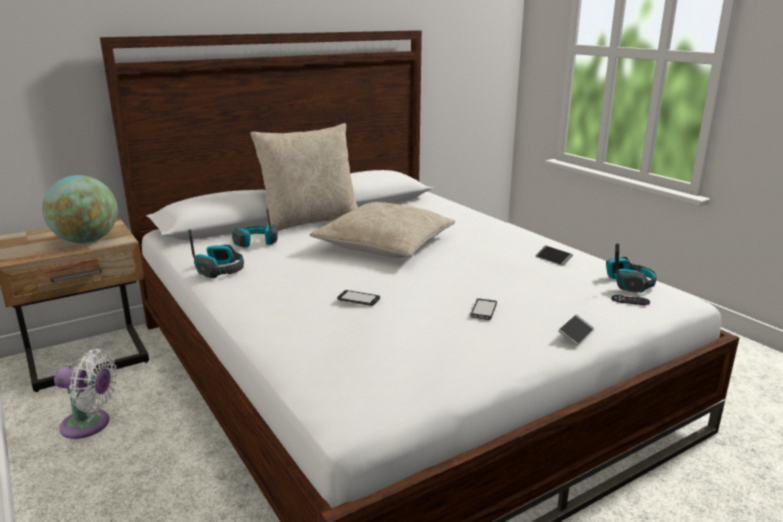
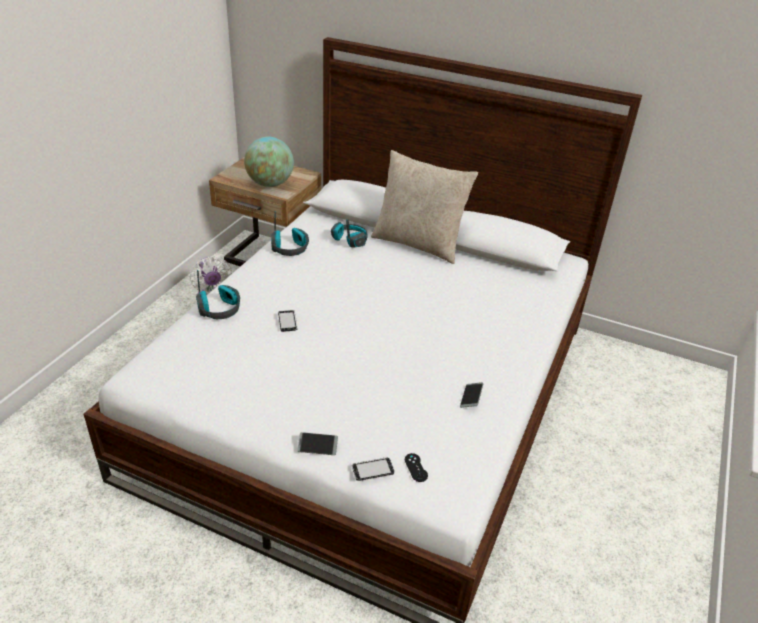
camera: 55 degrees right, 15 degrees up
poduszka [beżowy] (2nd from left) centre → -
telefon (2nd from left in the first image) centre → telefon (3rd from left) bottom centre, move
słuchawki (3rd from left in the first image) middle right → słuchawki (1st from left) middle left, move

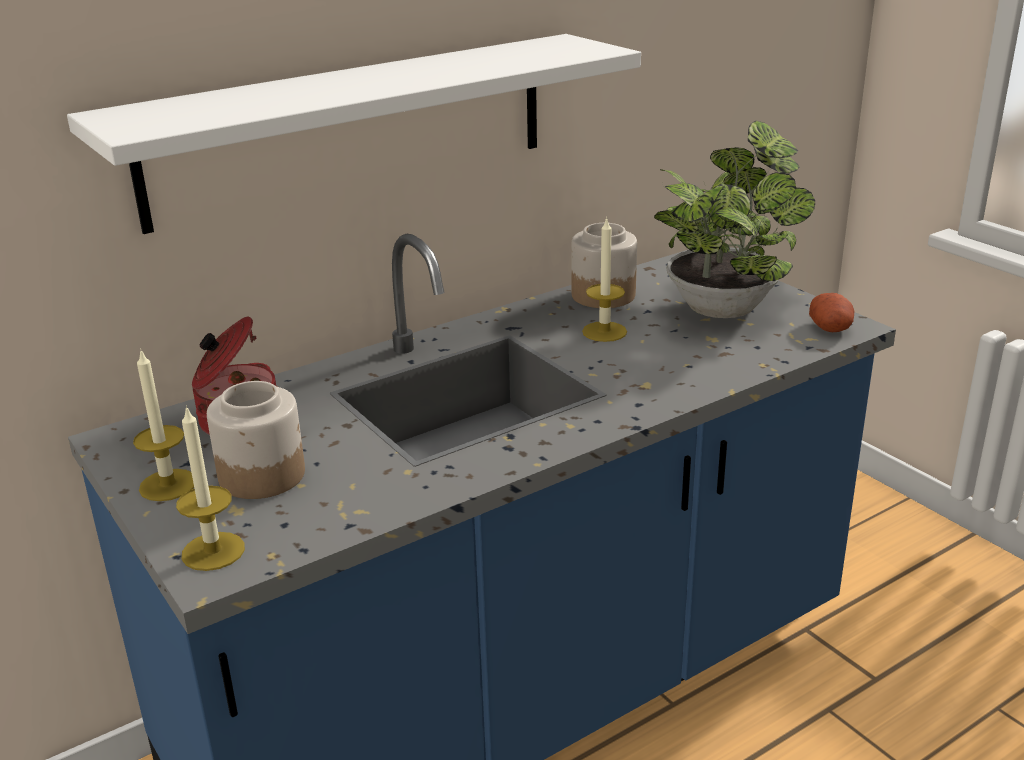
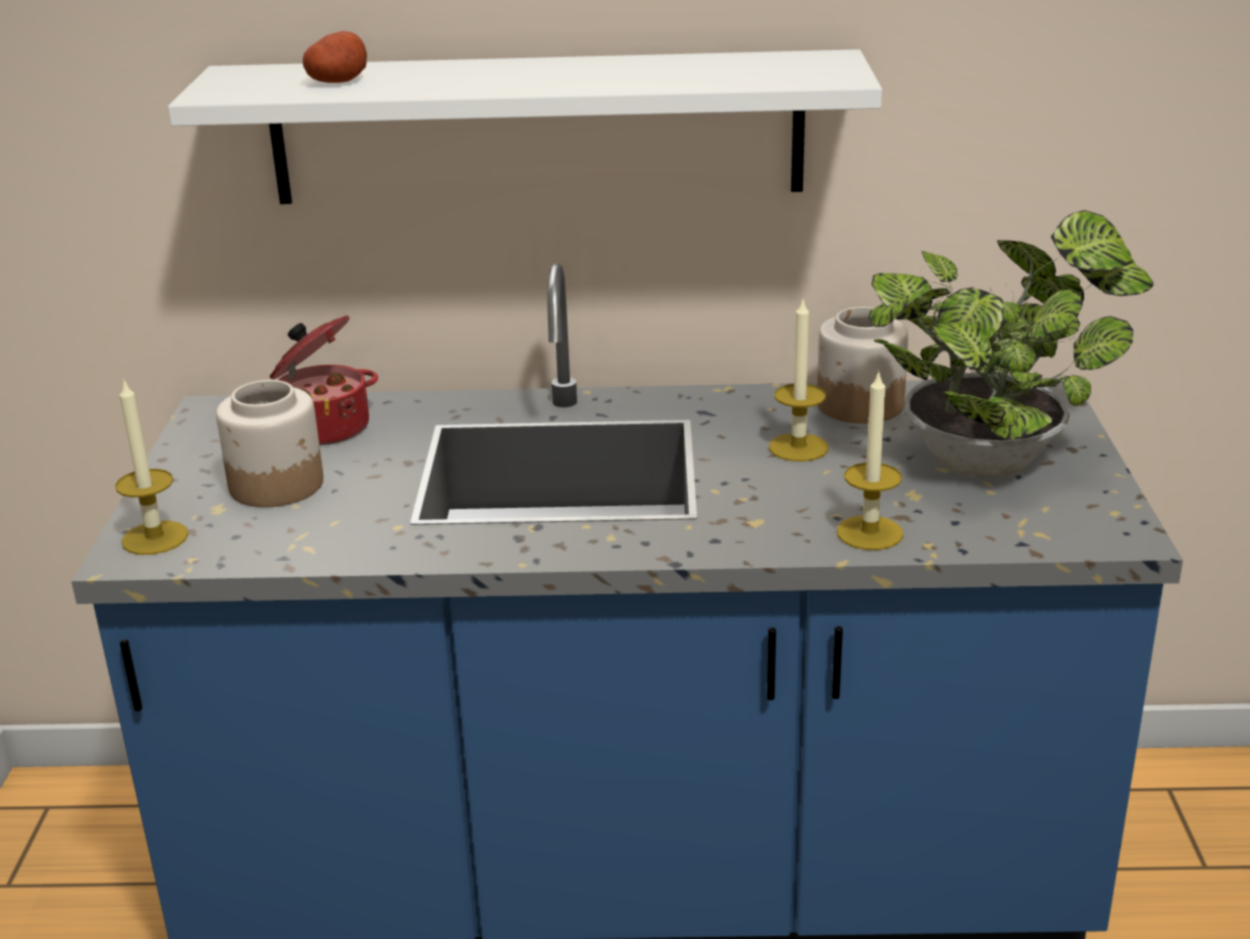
camera: 35 degrees right, 0 degrees up
świeca (1st from left in the first image) middle left → świeca (3rd from left) middle right, move
ziemniak middle right → ziemniak top left, move

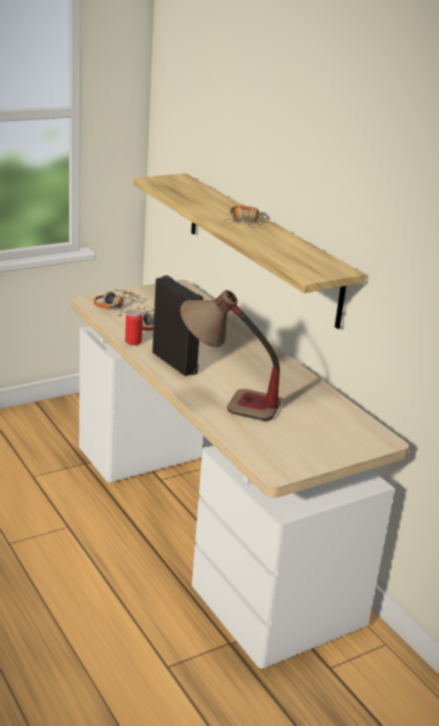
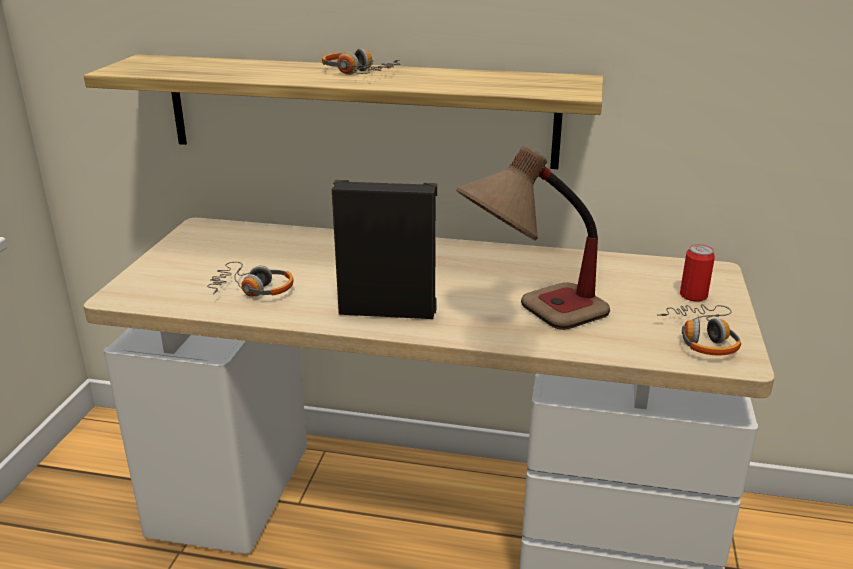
camera: 45 degrees left, 0 degrees up
słuchawki (1st from left in the first image) middle left → słuchawki (3rd from left) middle right, move
puszka middle left → puszka middle right, move

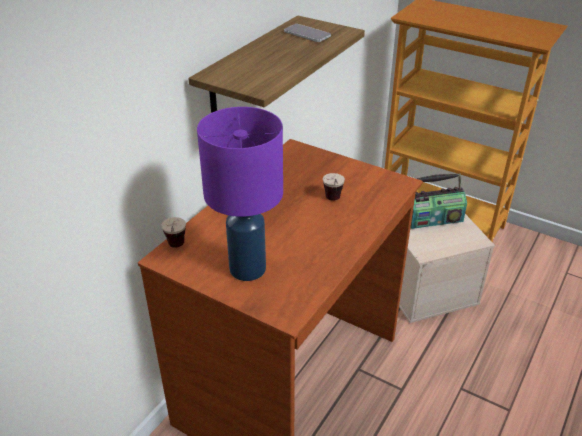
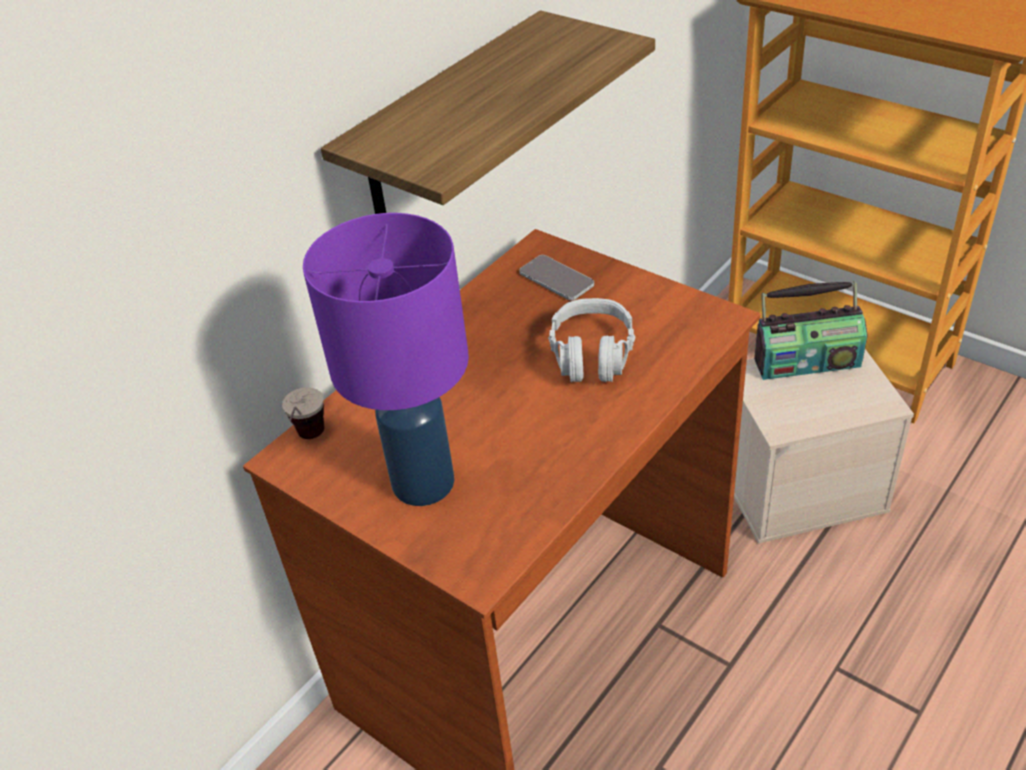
camera: 10 degrees right, 5 degrees up
telefon top centre → telefon centre, move
filiżanka (2nd from left) centre → słuchawki [szary] centre

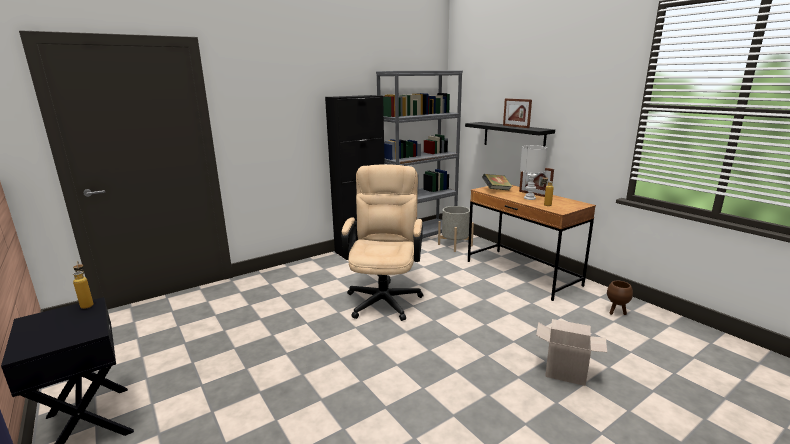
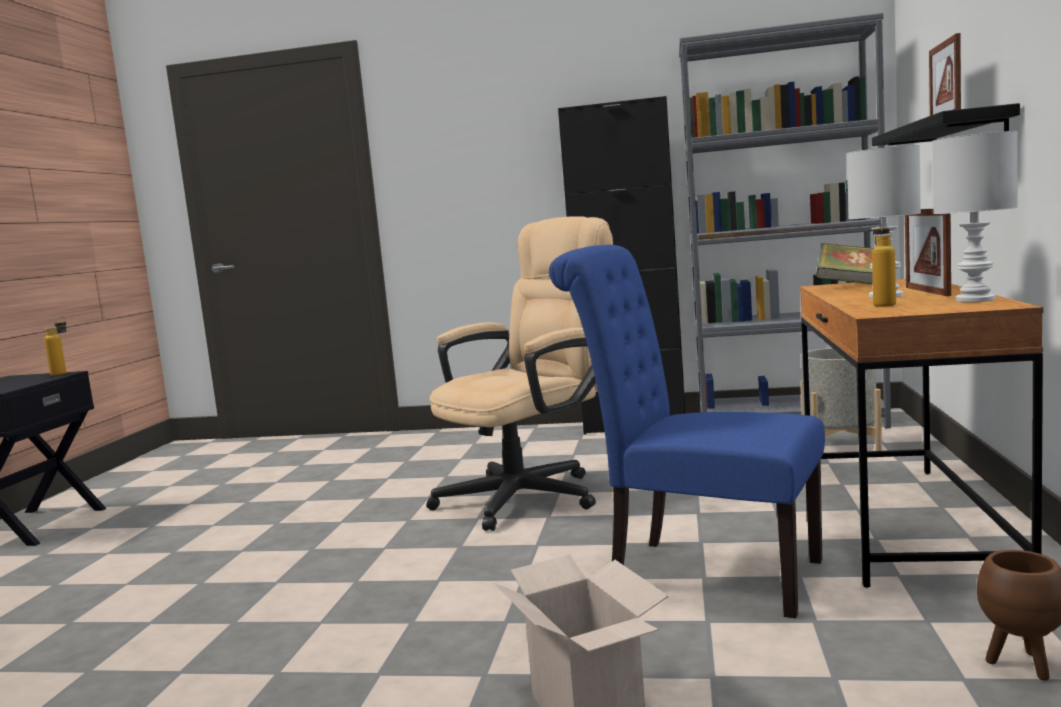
camera: 45 degrees right, 10 degrees down
- → krzesło [niebieski] centre
- → lampa stołowa [biały] (2nd from left) top right

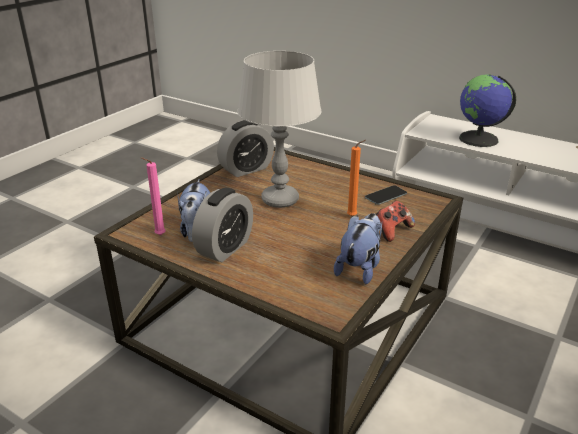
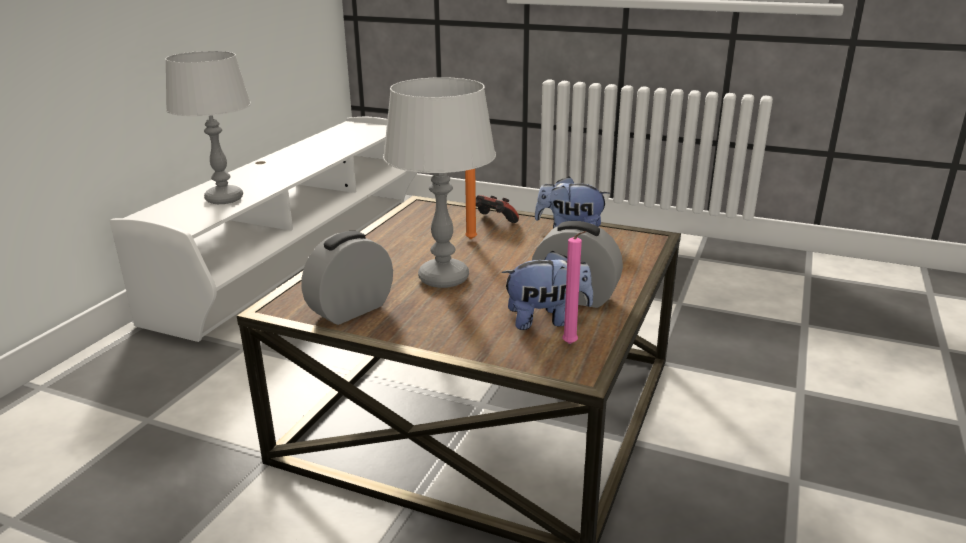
camera: 100 degrees left, 5 degrees down
telefon middle right → -
globus top right → lampa stołowa [szary] (1st from left) top left
budzik (2nd from left in the first image) centre → budzik (1st from left) centre, 90 degrees counterclockwise

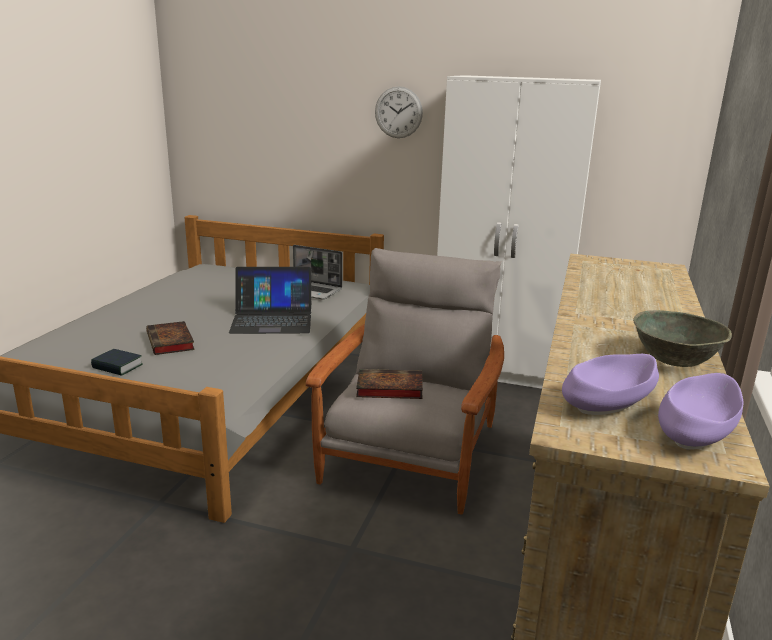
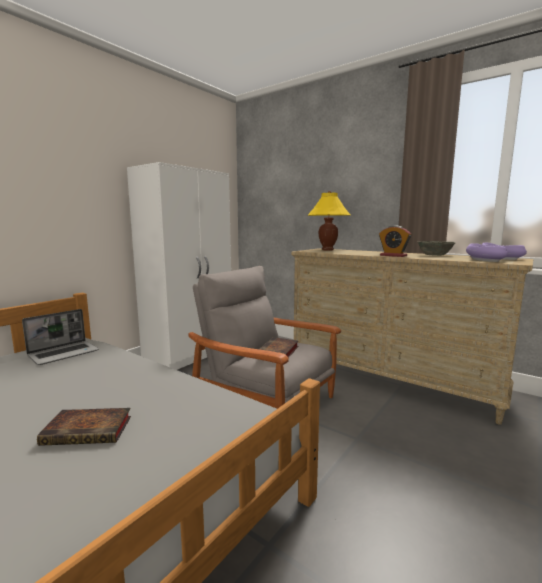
camera: 70 degrees left, 10 degrees down
książka (1st from left) middle left → -
laptop (1st from left) centre → -
zegar ścienny top centre → -
- → lampa stołowa [żółty] centre
- → budzik middle right

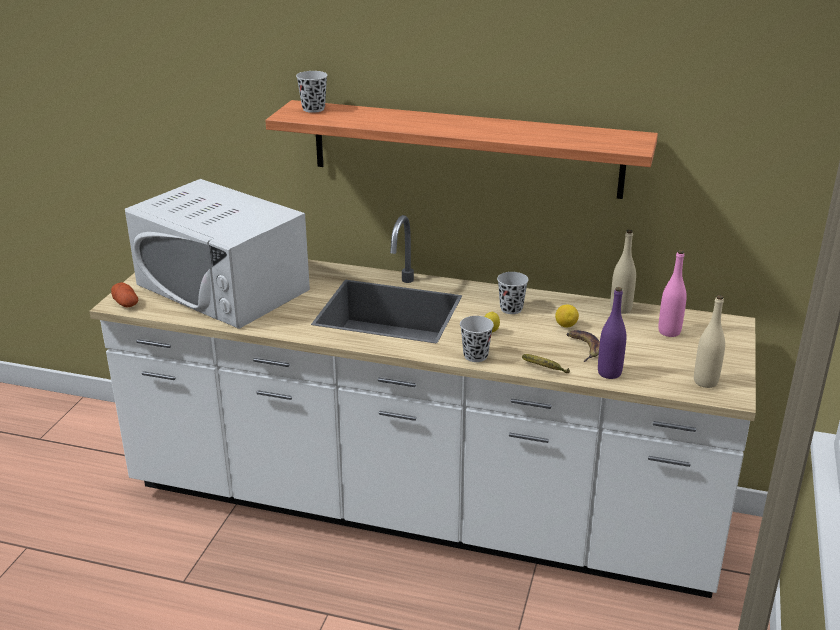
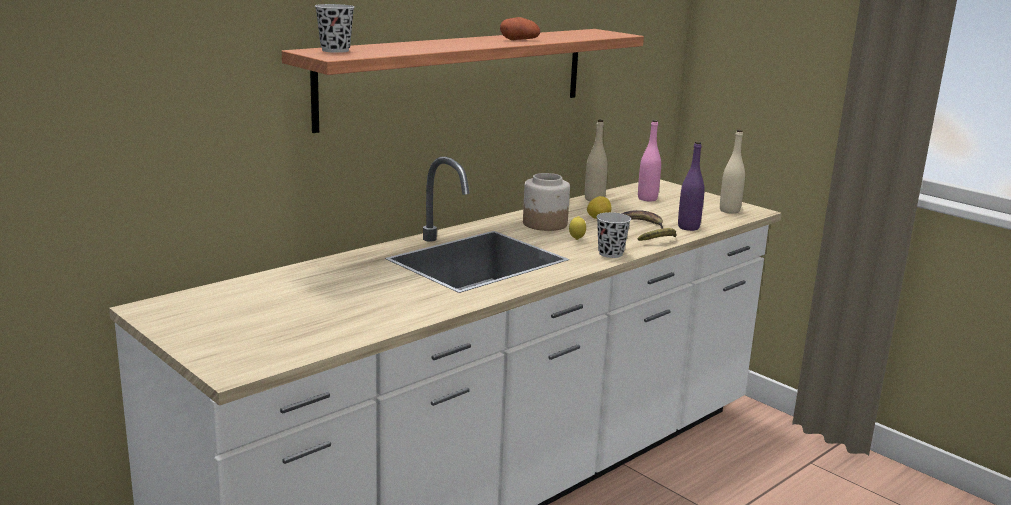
camera: 60 degrees left, 10 degrees down
mikrofalówka [biały] middle left → -
ziemniak middle left → ziemniak top centre, move
filiżanka [czarny] (3rd from left) centre → słoik centre

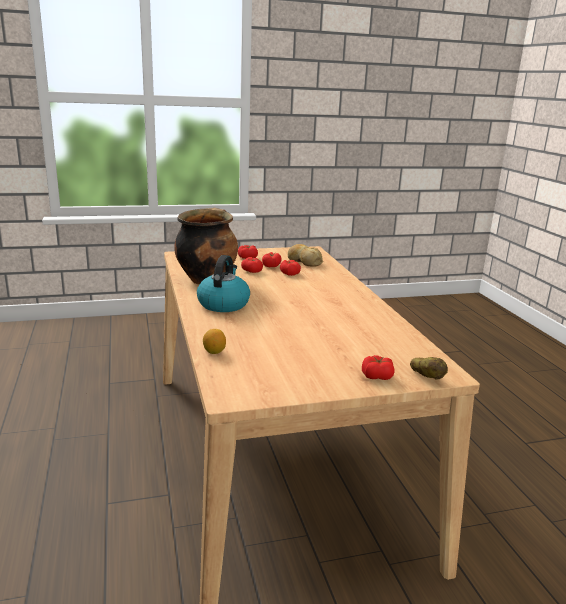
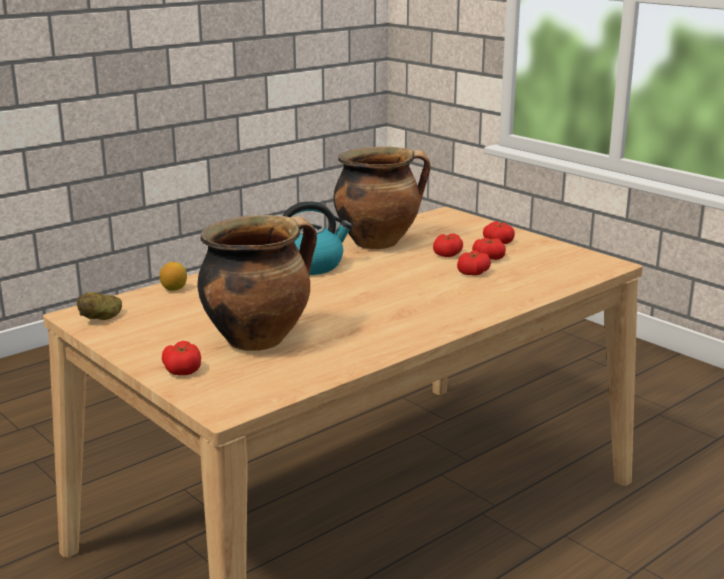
camera: 65 degrees right, 0 degrees up
chleb centre → -
- → garnek (1st from left) centre
ziemniak middle right → ziemniak middle left, move

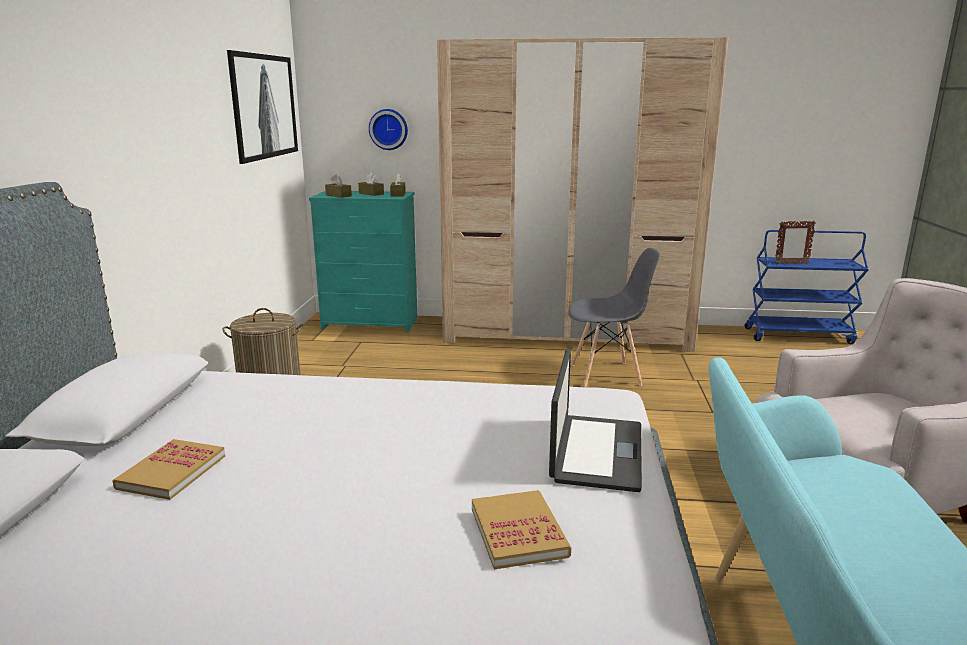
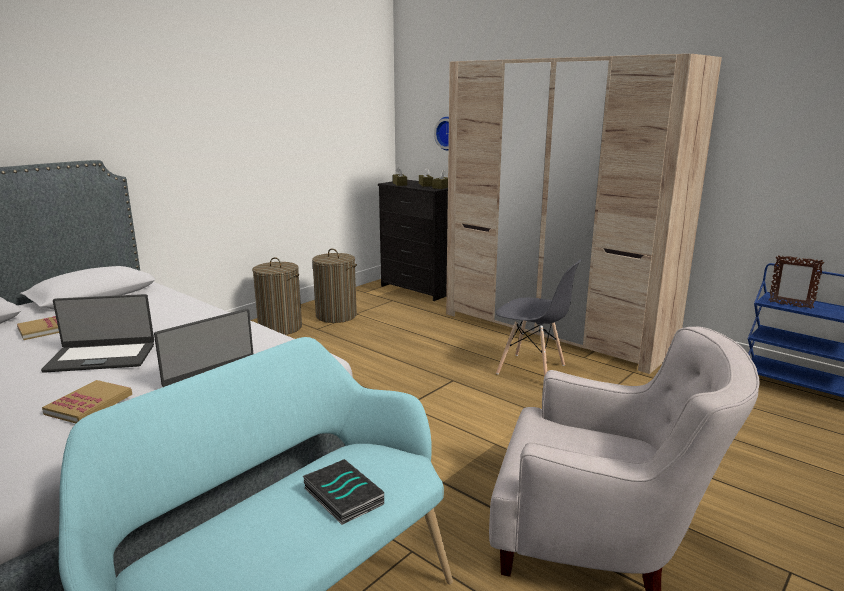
camera: 35 degrees right, 0 degrees up
obraz top left → -
- → laptop (1st from left) middle left
- → książka (3rd from left) bottom centre
- → kosz na pranie (2nd from left) centre
komoda [turkusowy] centre → komoda [czarny] centre

